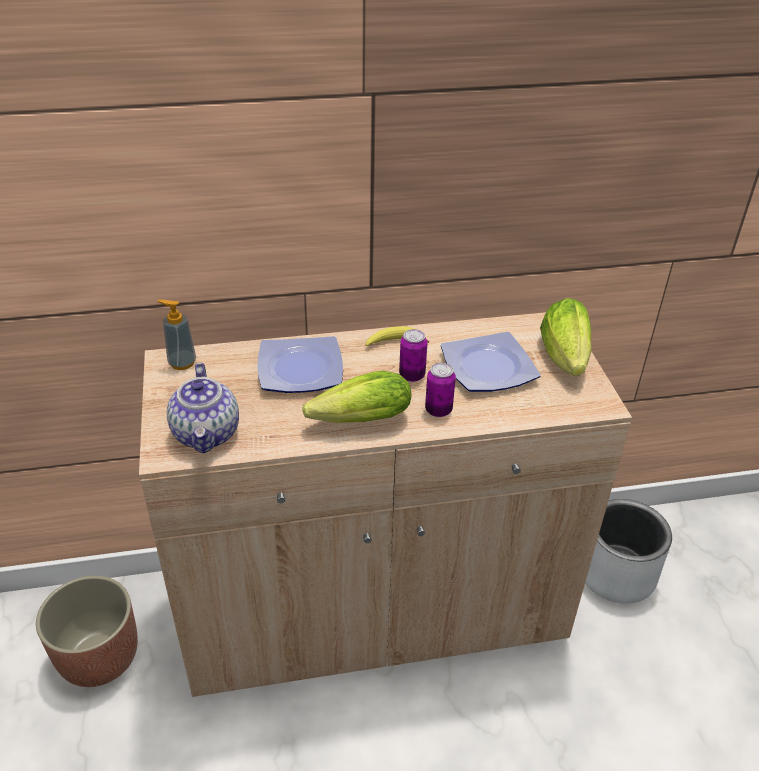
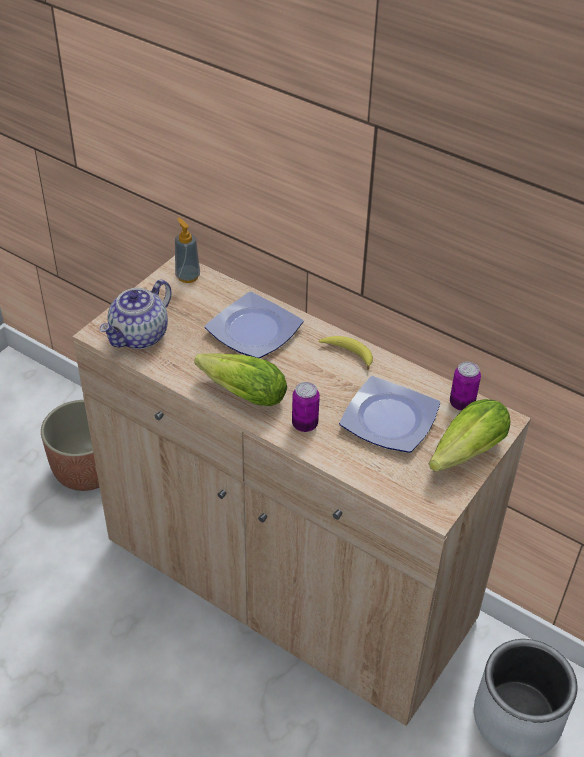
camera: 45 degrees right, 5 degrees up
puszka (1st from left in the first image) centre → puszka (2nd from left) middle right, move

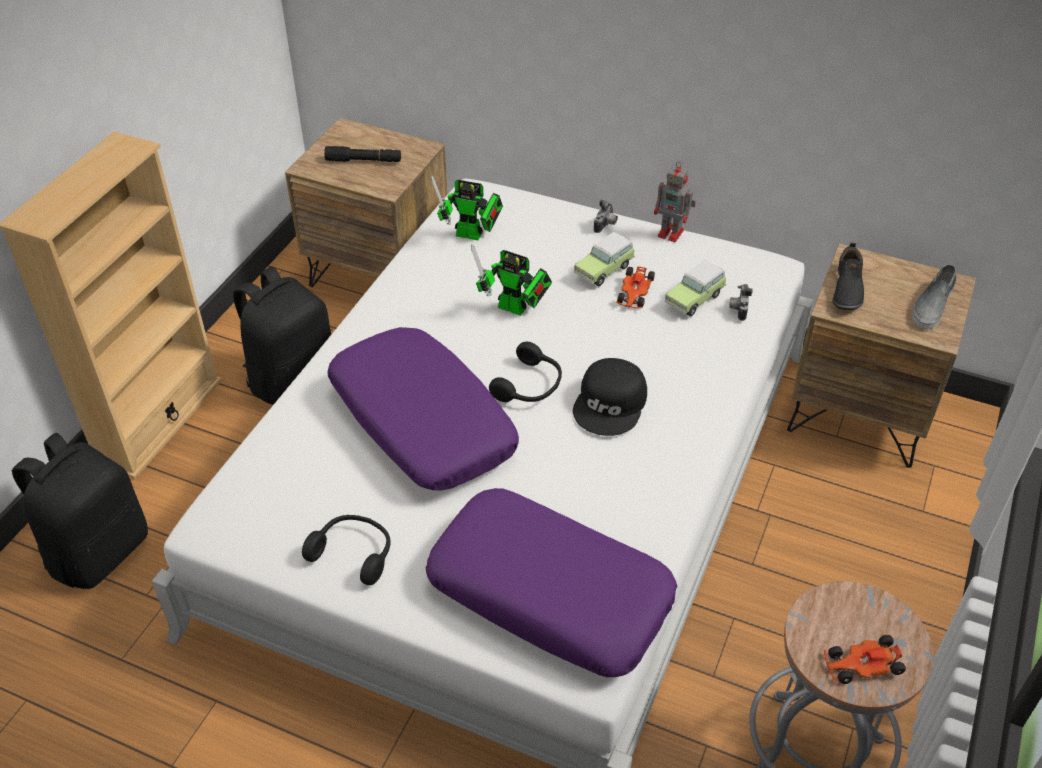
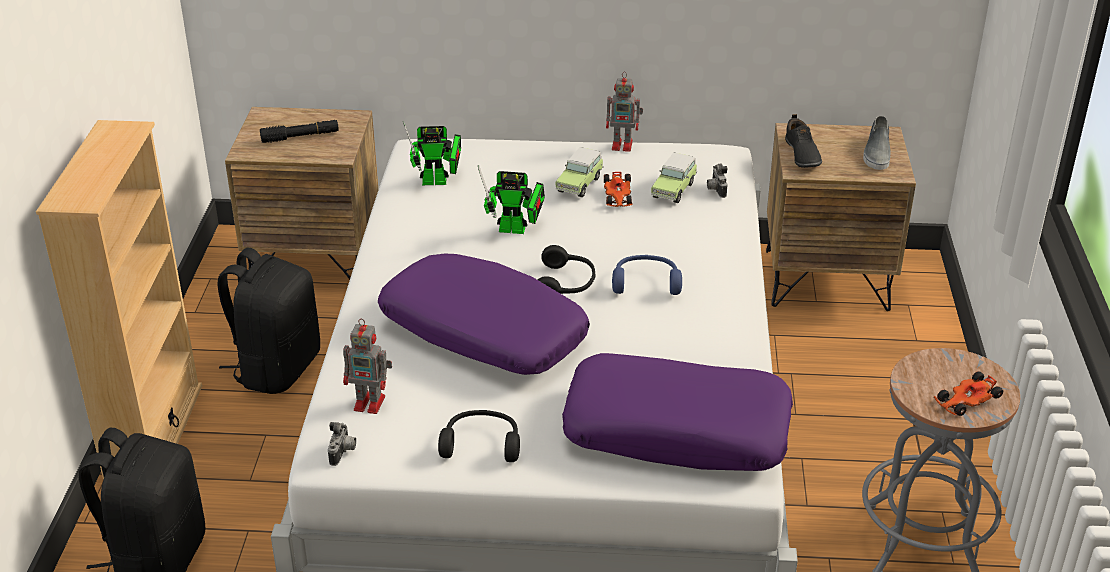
camera: 20 degrees left, 10 degrees down
- → robot zabawkowy (1st from left) middle left
aparat fotograficzny (1st from left) top centre → aparat fotograficzny (1st from left) bottom left, move
czapka z daszkiem [czarny] centre → słuchawki [niebieski] centre

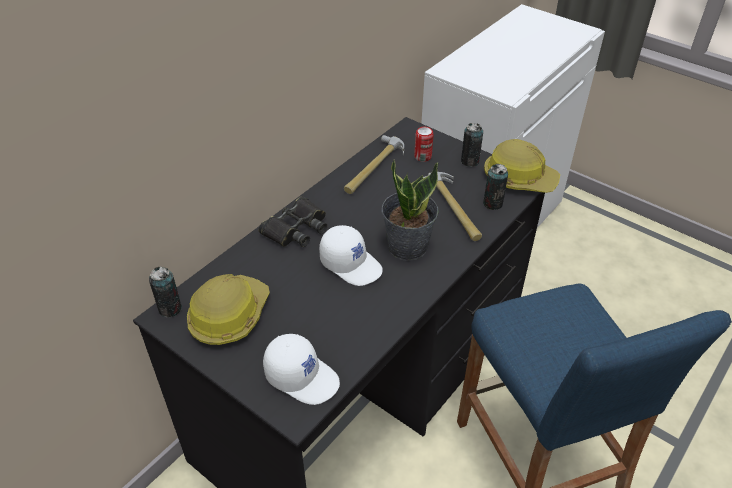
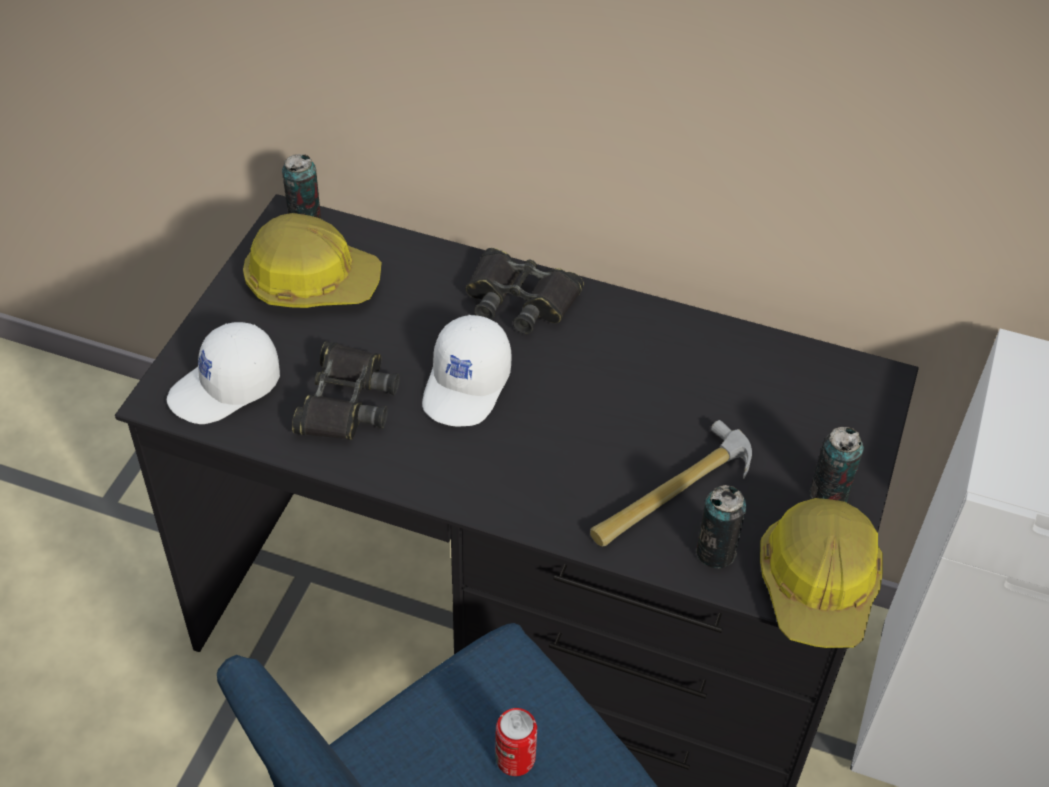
camera: 70 degrees right, 5 degrees up
młotek (1st from left) centre → -
roślina doniczkowa centre → -
- → lornetka [czarny] (1st from left) middle left
puszka (2nd from left) top centre → puszka (2nd from left) bottom centre, move
czapka z daszkiem [biały] (1st from left) bottom centre → czapka z daszkiem [biały] (1st from left) middle left, 45 degrees clockwise

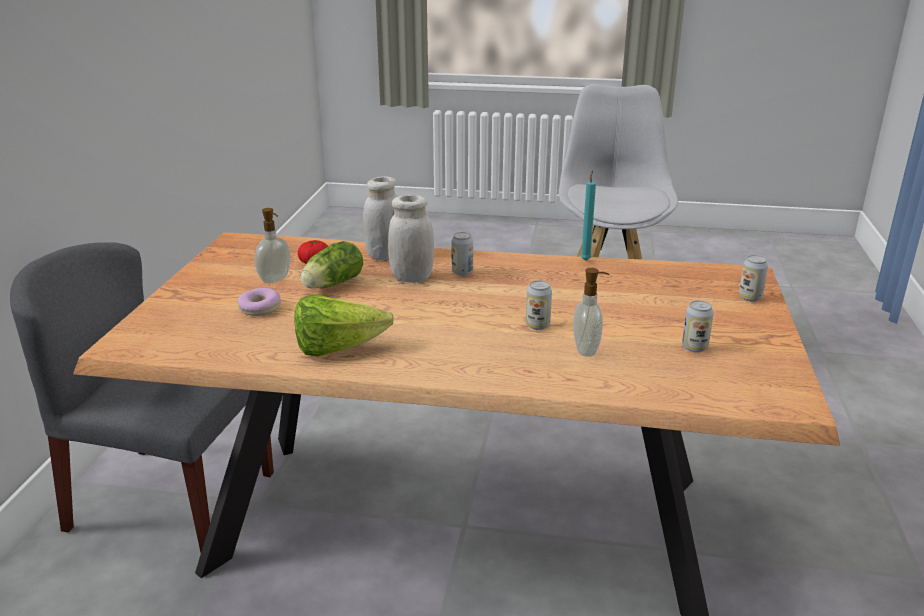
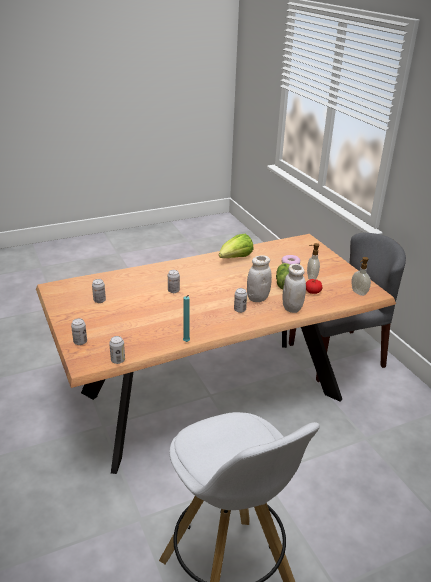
camera: 145 degrees right, 5 degrees up
- → puszka (3rd from left) middle left
dozownik mydła (2nd from left) centre → dozownik mydła (2nd from left) middle right, move

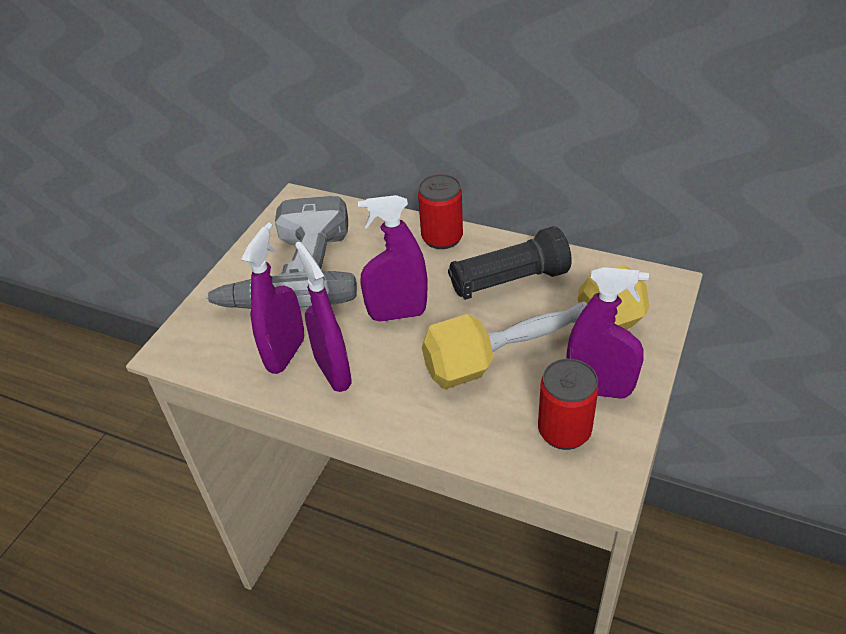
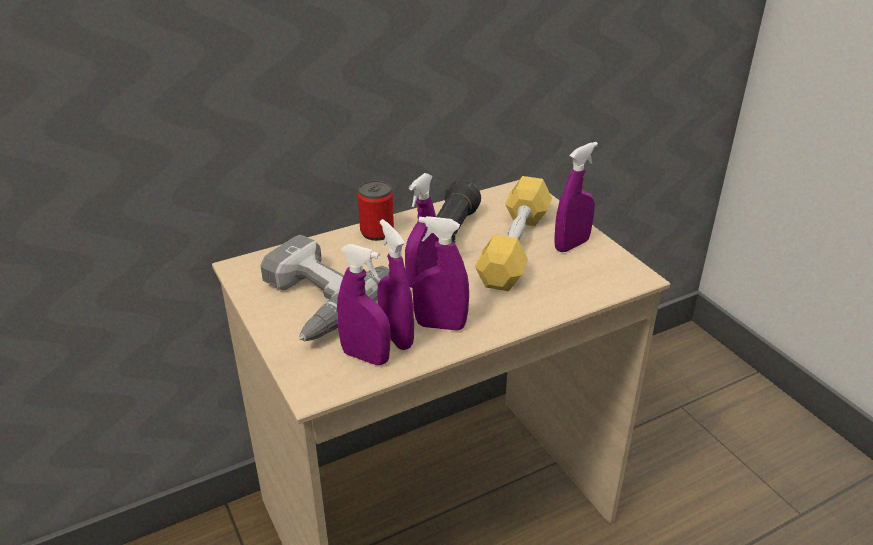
camera: 55 degrees left, 10 degrees down
puszka (2nd from left) middle right → -
- → spryskiwacz [fioletowy] (1st from left) centre

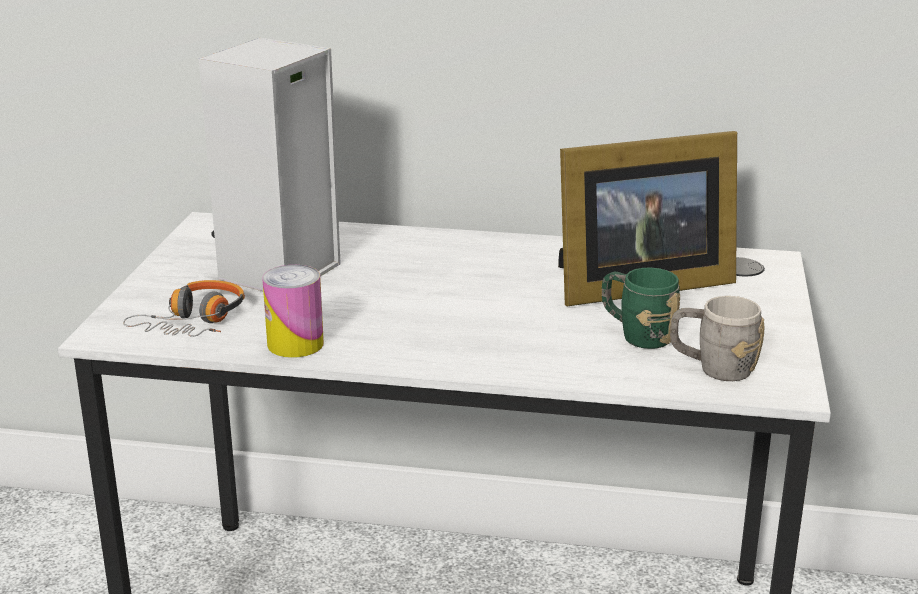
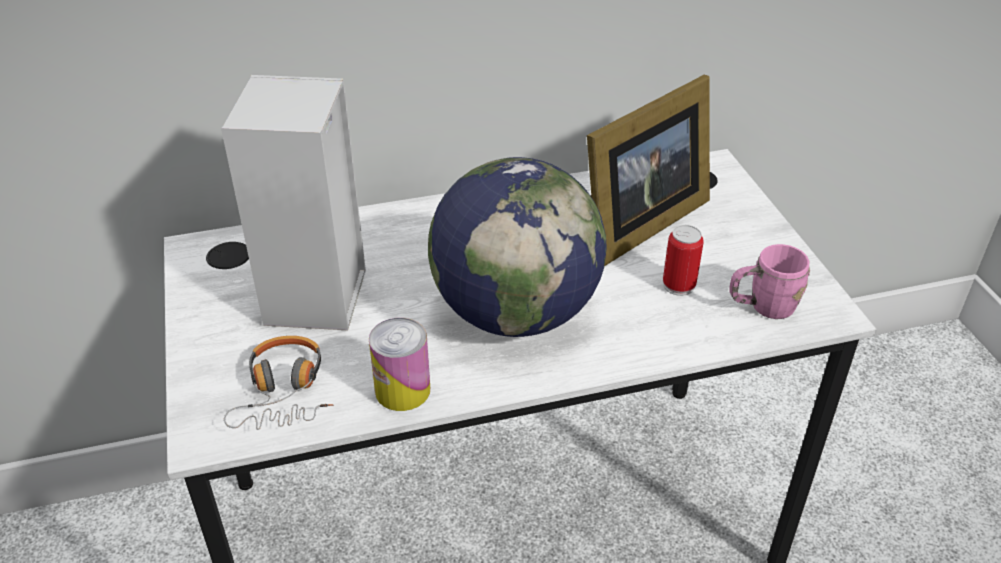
camera: 25 degrees left, 15 degrees up
- → globus centre
kubek [zielony] middle right → puszka (2nd from left) middle right
kubek [szary] middle right → kubek [różowy] middle right

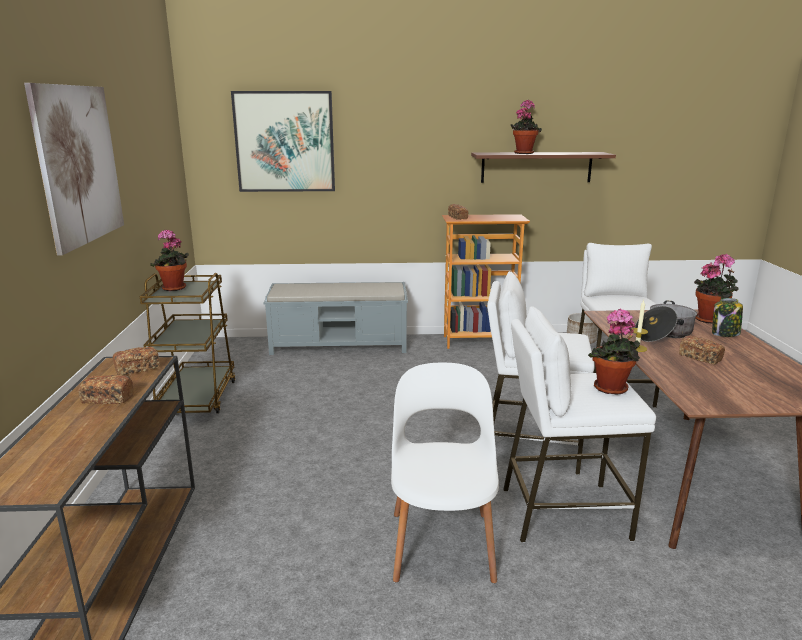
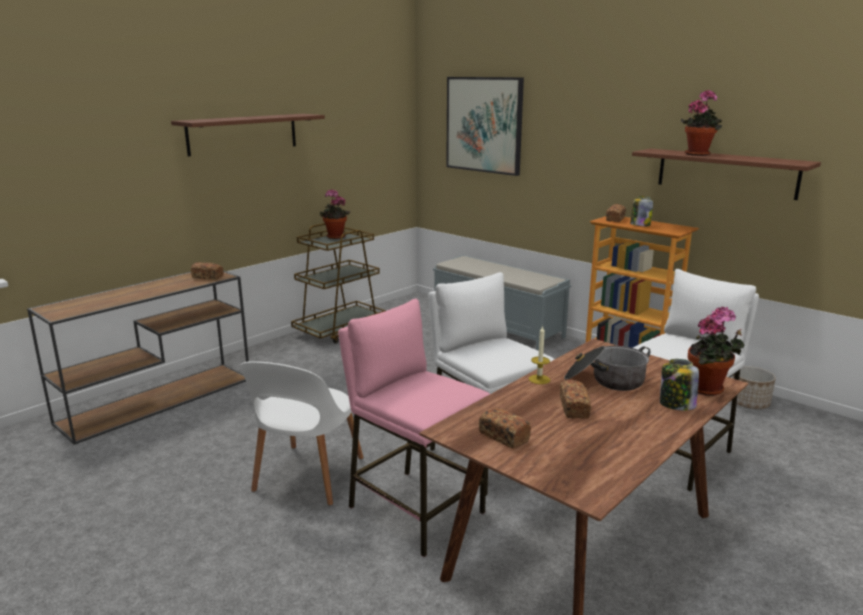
camera: 45 degrees right, 0 degrees up
roślina doniczkowa (3rd from left) middle right → -
- → słoik (1st from left) middle right
chleb (1st from left in the first image) middle left → chleb (2nd from left) bottom centre, move
obraz (1st from left) top left → półka [brązowy] (1st from left) top left
stołek [biały] (2nd from left) middle right → stołek [różowy] bottom centre
krzesło [biały] bottom centre, 150 degrees clockwise

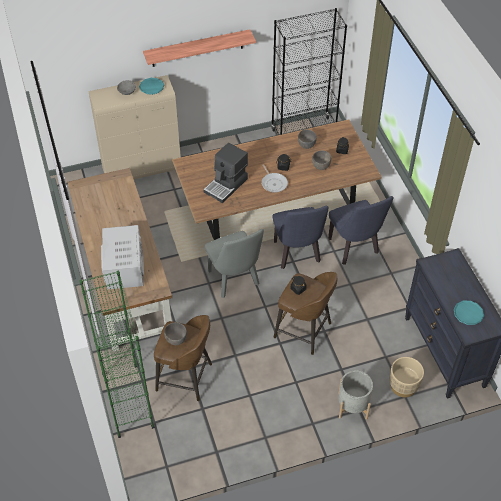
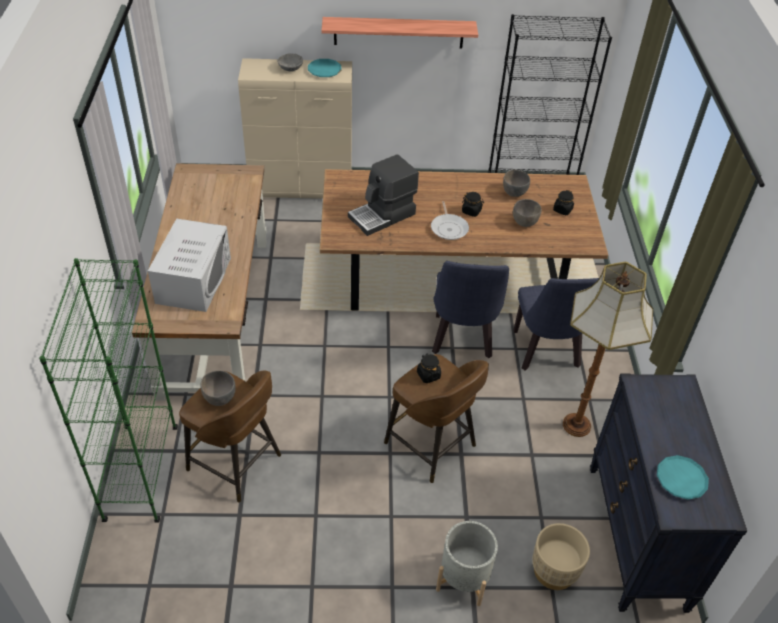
camera: 15 degrees right, 5 degrees down
krzesło [szary] centre → -
- → lampa stojąca middle right

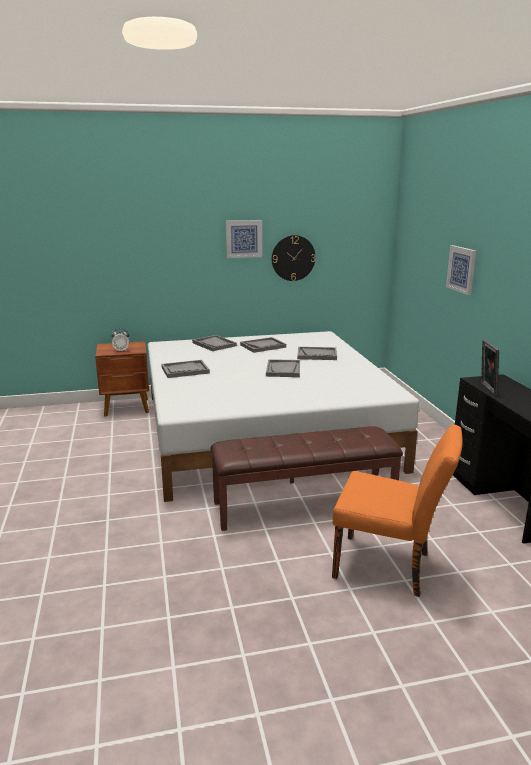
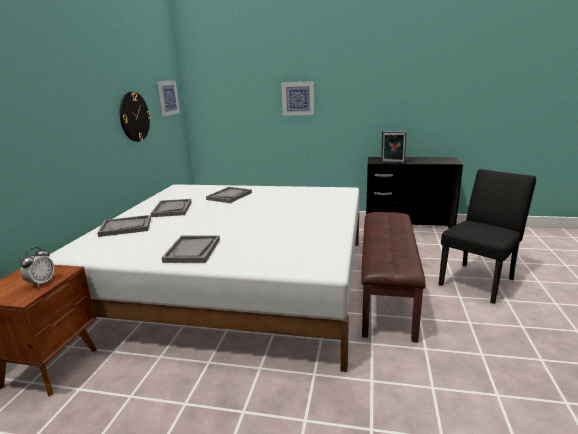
camera: 65 degrees left, 0 degrees up
taca [szary] (4th from left) centre → -
obraz (1st from left) top centre → obraz (1st from left) top left, move
krzesło [pomarańczowy] bottom right → krzesło [czarny] middle right

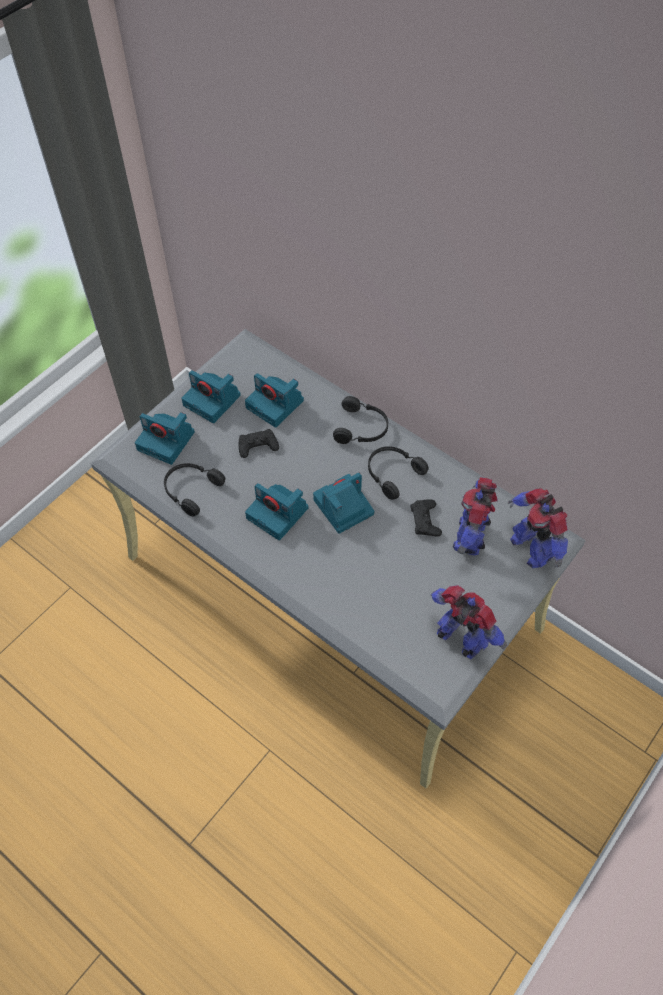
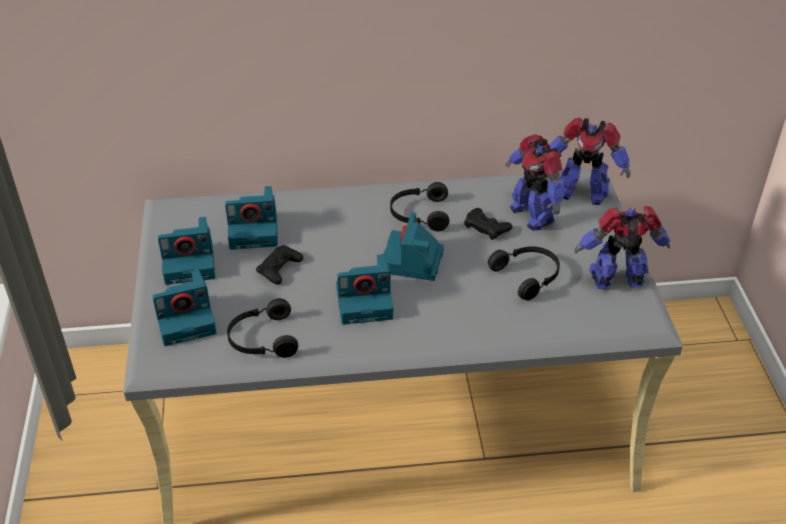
camera: 45 degrees left, 15 degrees down
słuchawki [czarny] (2nd from left in the first image) centre → słuchawki [czarny] (3rd from left) middle right, move

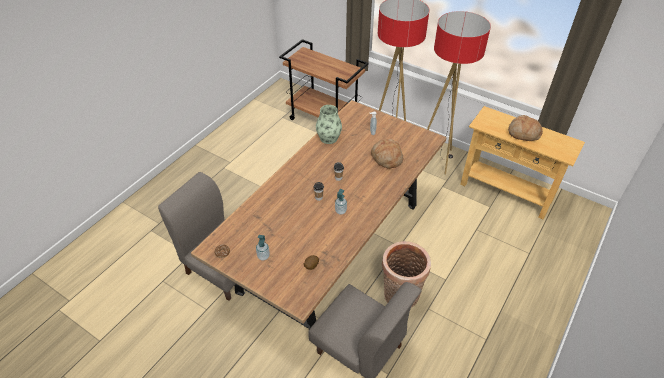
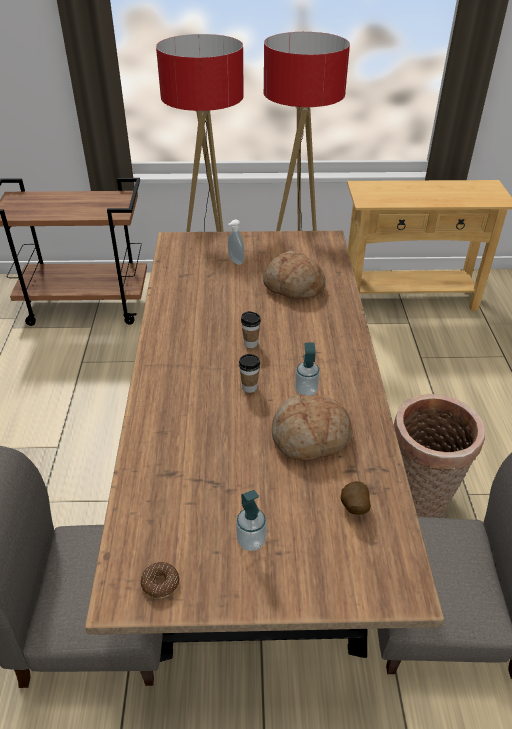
camera: 35 degrees left, 5 degrees down
wazon top centre → -
chleb (2nd from left) middle right → chleb (2nd from left) centre, move

